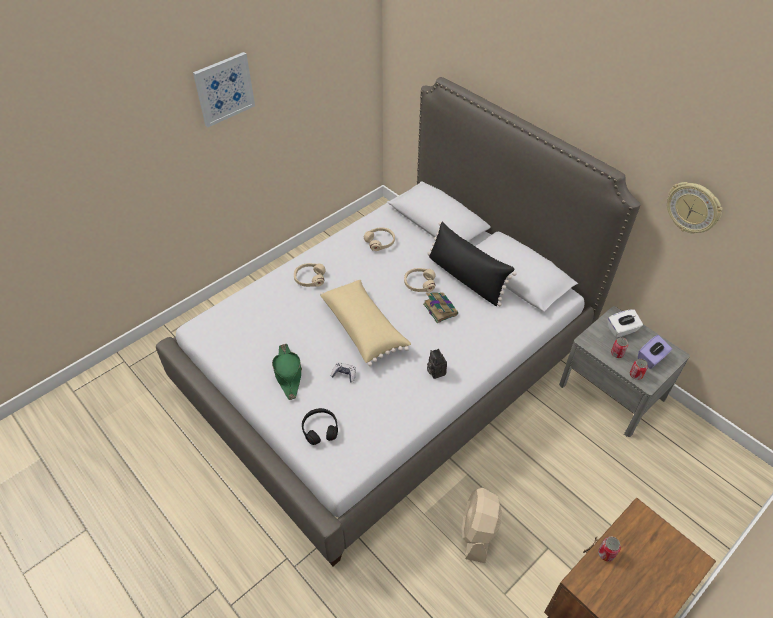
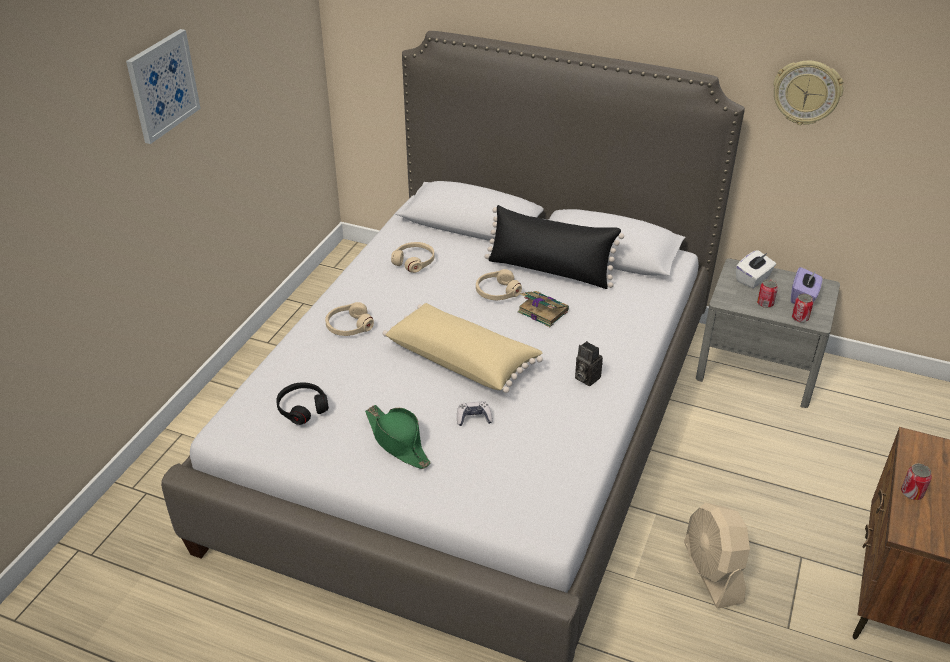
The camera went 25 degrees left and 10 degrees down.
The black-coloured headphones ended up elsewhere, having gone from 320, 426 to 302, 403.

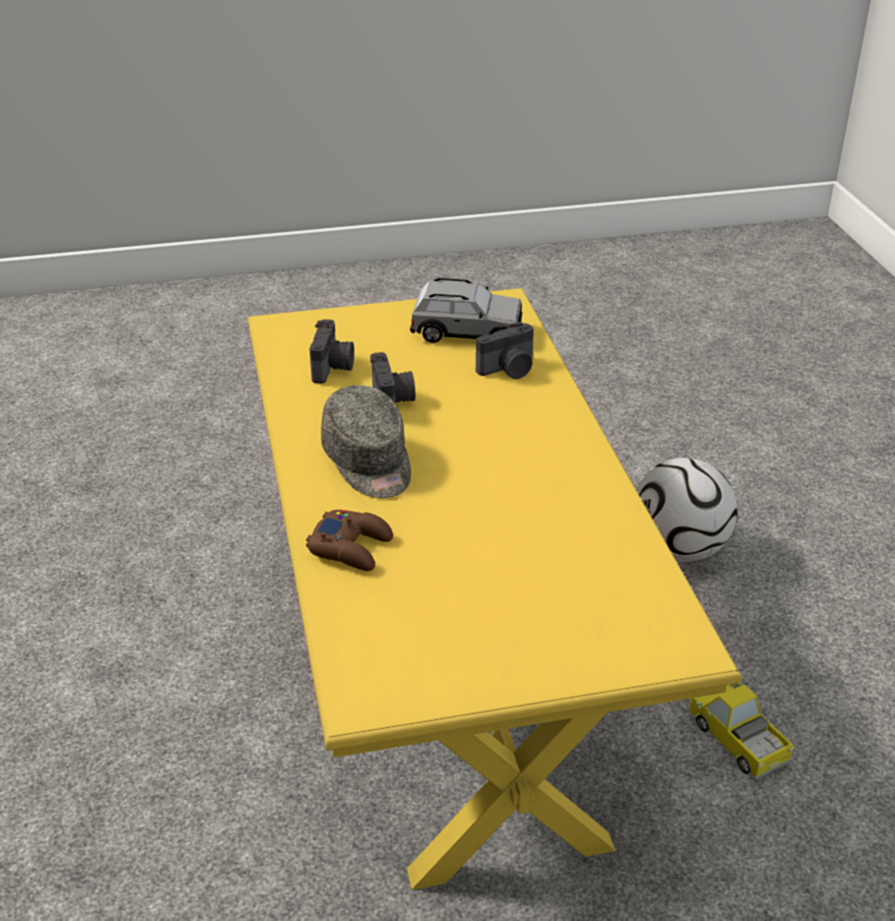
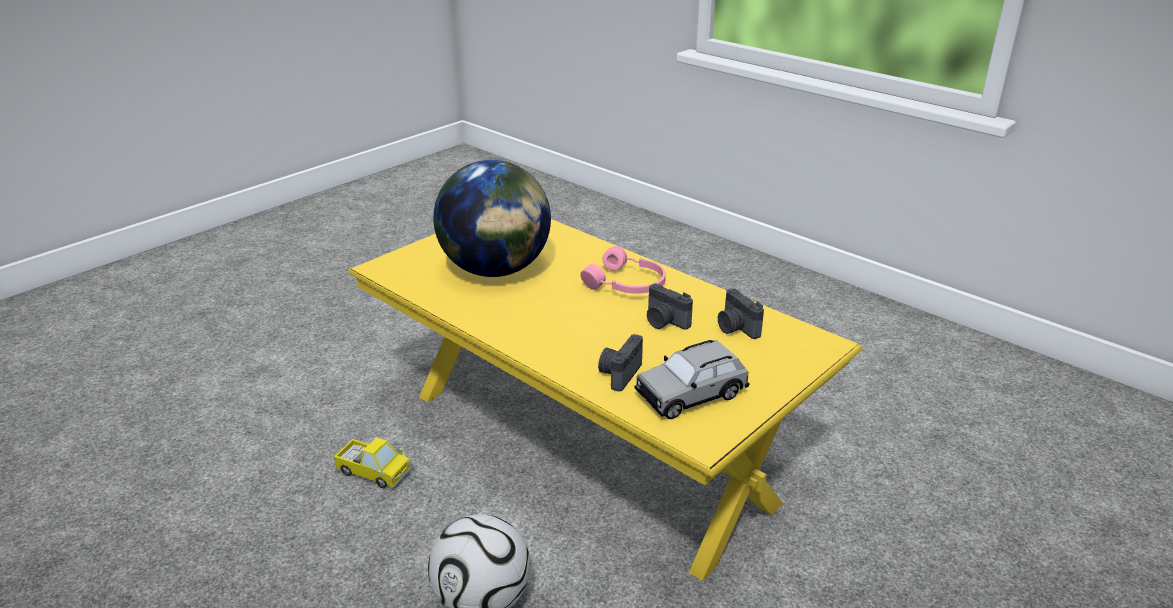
The camera went 145 degrees right and 5 degrees down.
Where the greyish baseball cap stood at 366, 441, the pink headphones came to stand at 623, 270.
The second view lost the brown game controller at 349, 540.
The second view gained the world globe at 492, 218.

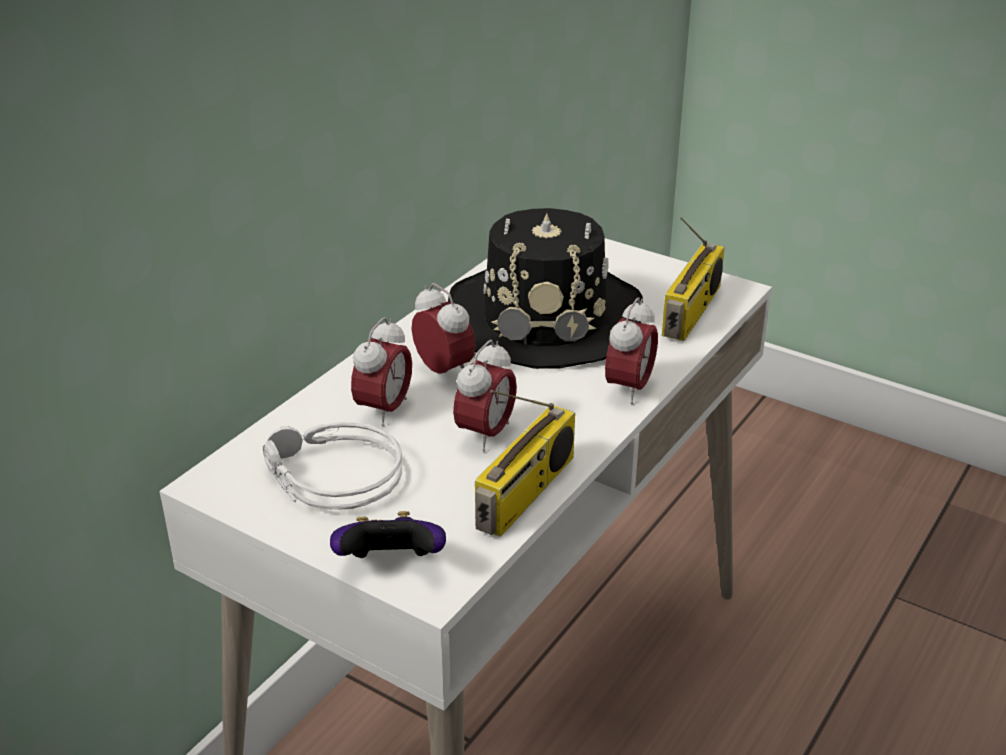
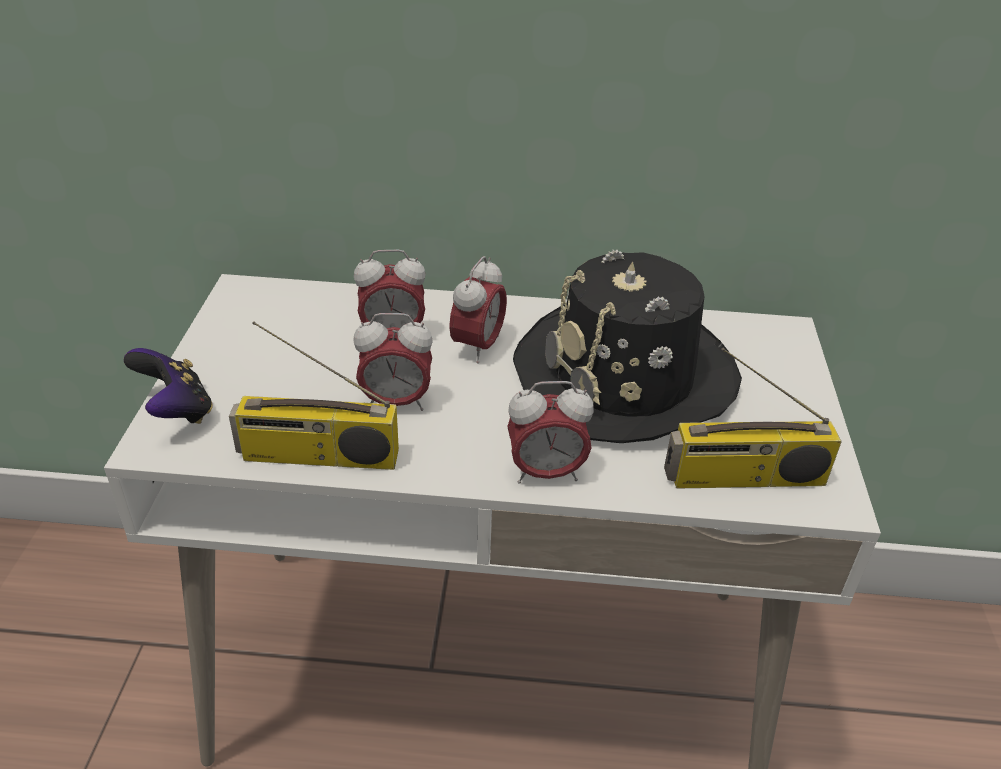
The camera went 60 degrees right and 5 degrees up.
The second view lost the greyish headphones at 332, 466.

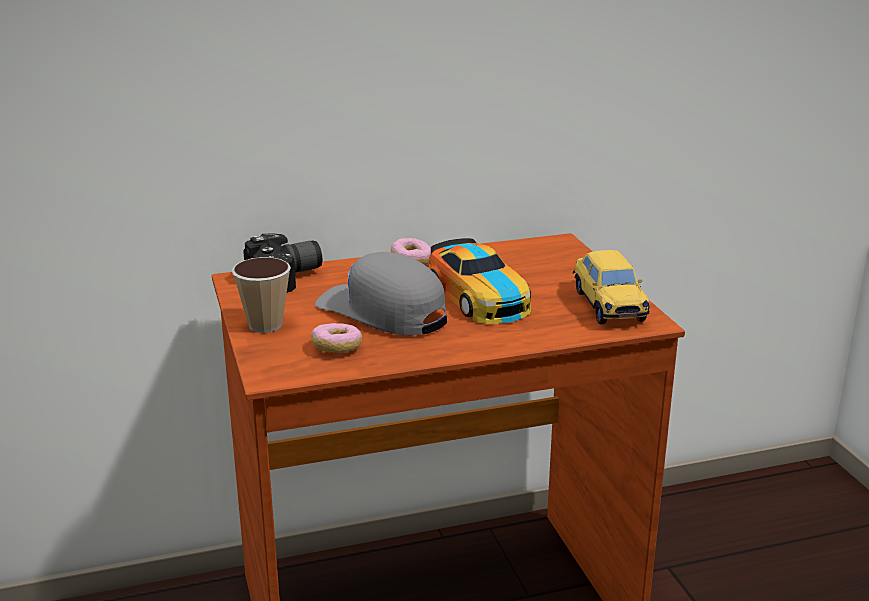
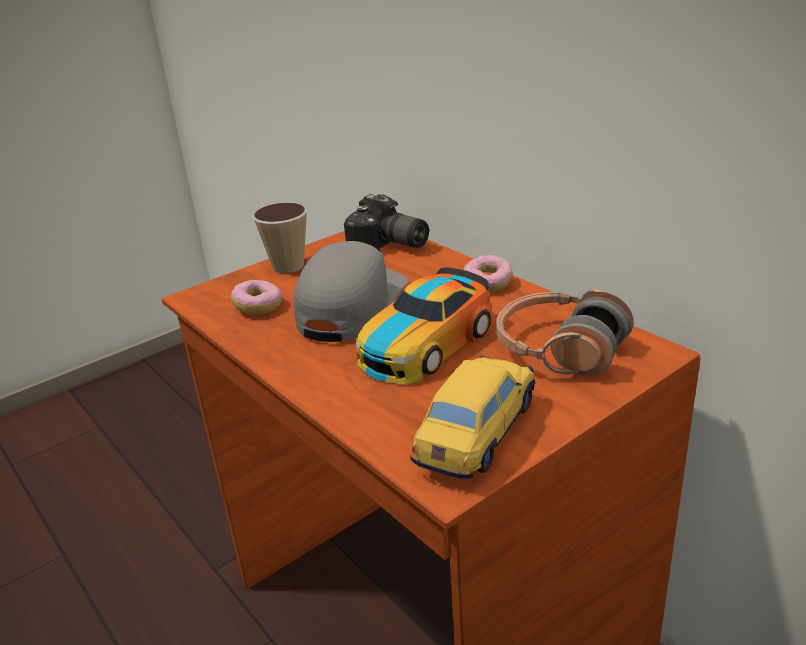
The camera went 70 degrees right and 5 degrees up.
The model car at 611, 287 ended up facing another way, 150 degrees clockwise from before.
The second view gained the headphones at 565, 332.

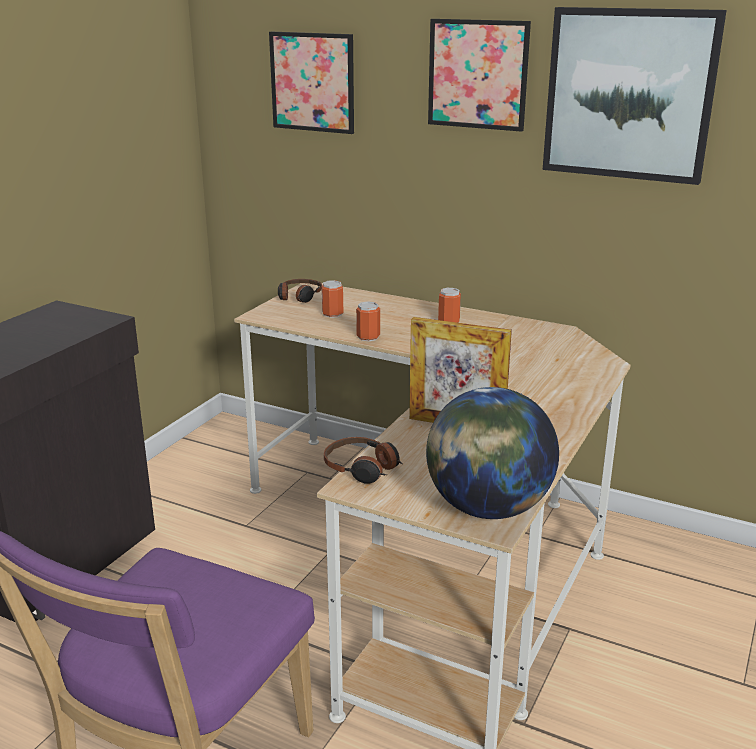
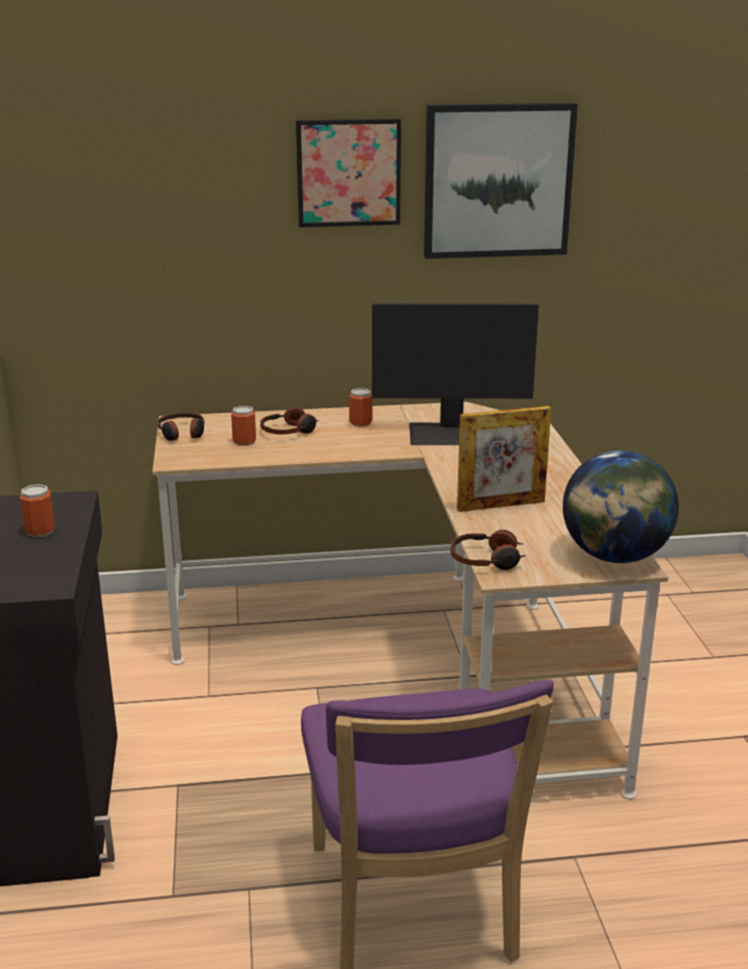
The camera went 35 degrees left and 0 degrees up.
The second view lost the wall picture at 311, 83.
The metal can ended up elsewhere, having gone from 368, 321 to 37, 510.
The second view gained the computer display at 455, 374.
The second view gained the headphones at 289, 420.

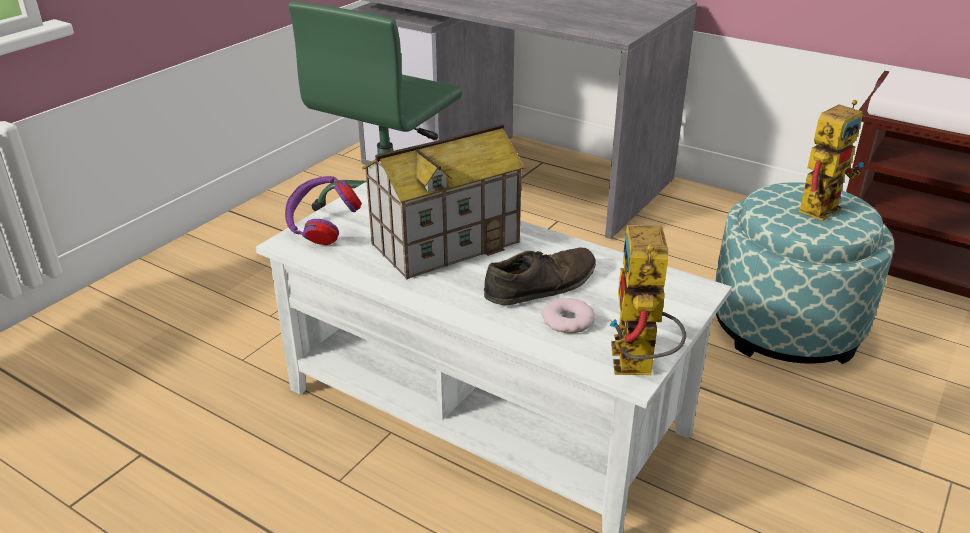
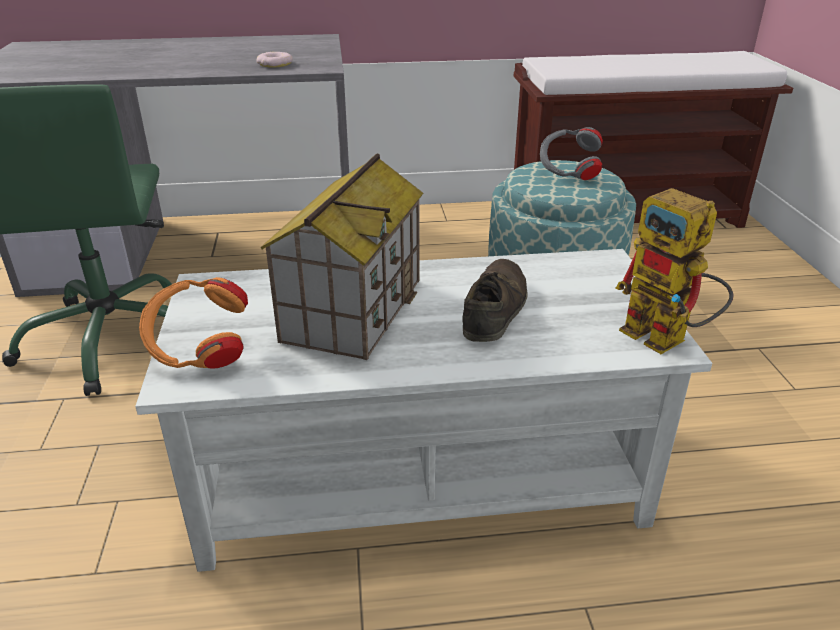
The camera went 40 degrees left and 0 degrees up.
Where the model robot stood at 831, 160, the greyish headphones came to stand at 571, 153.
What was the purple headphones at 323, 210 turned into the orangey headphones at 193, 323.
The doughnut ended up elsewhere, having gone from 568, 315 to 274, 60.

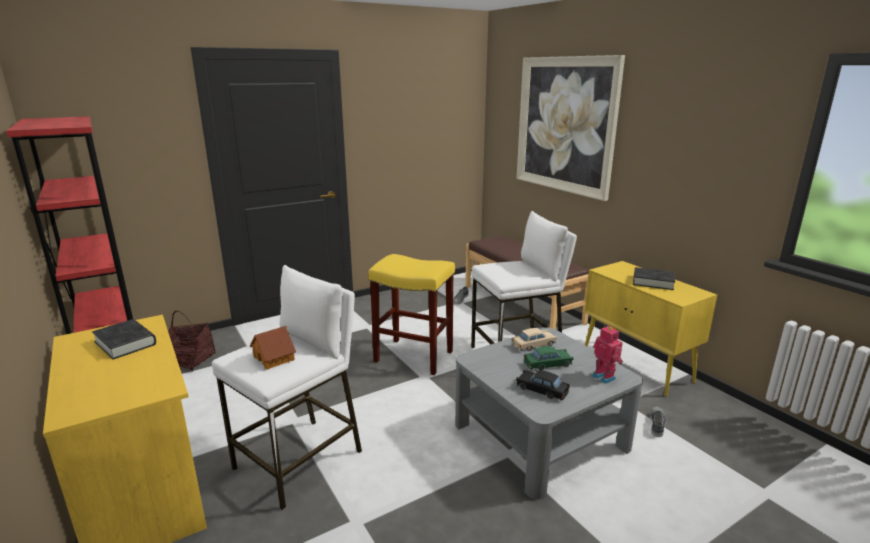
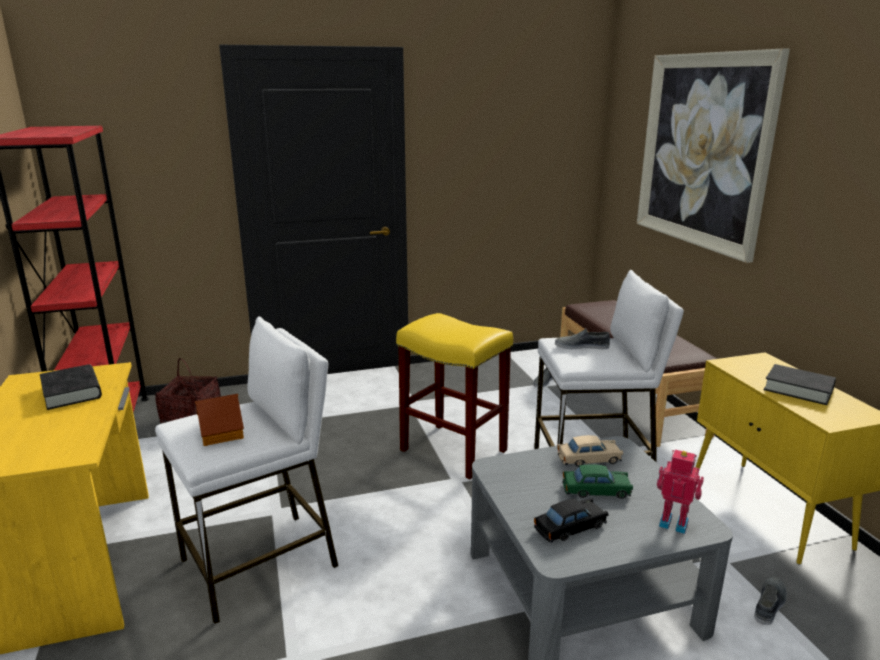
The camera went 15 degrees right and 0 degrees up.
The model robot at 607, 354 ended up facing another way, 45 degrees counterclockwise from before.
The black-coloured model car at 543, 385 ended up facing another way, 105 degrees clockwise from before.
The second view gained the greyish item of footwear at 582, 339.

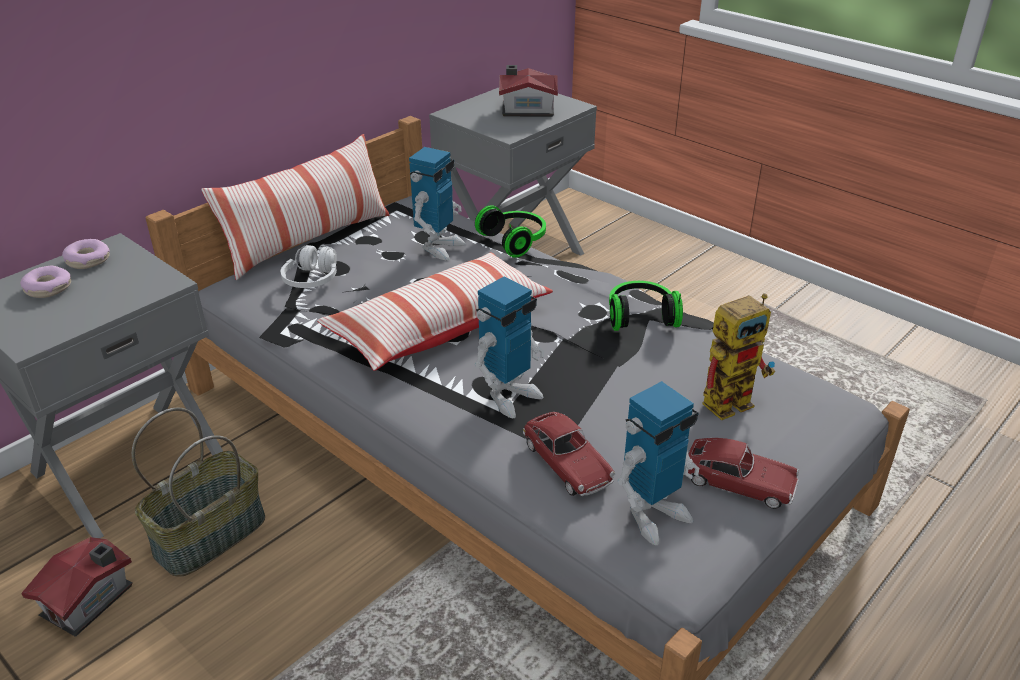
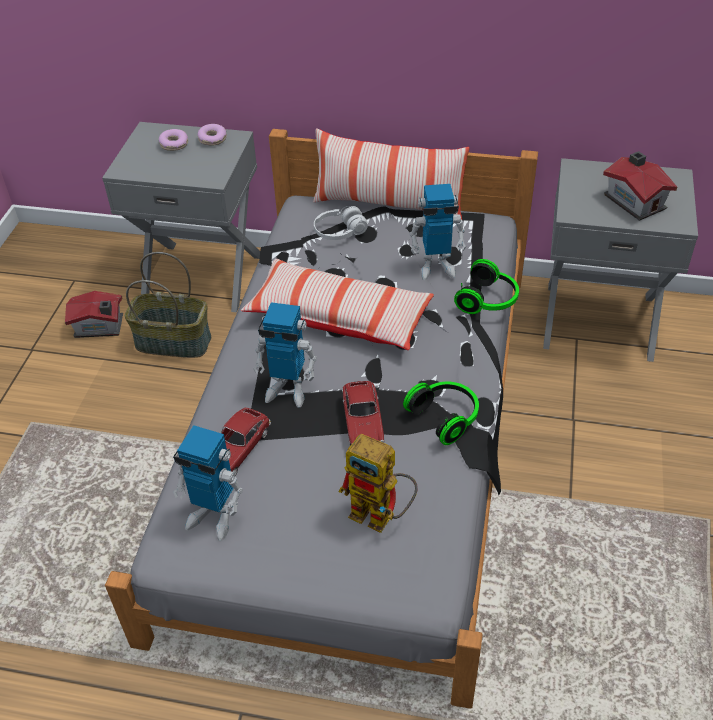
The camera went 60 degrees right and 10 degrees up.
The model car ended up elsewhere, having gone from 743, 473 to 363, 413.

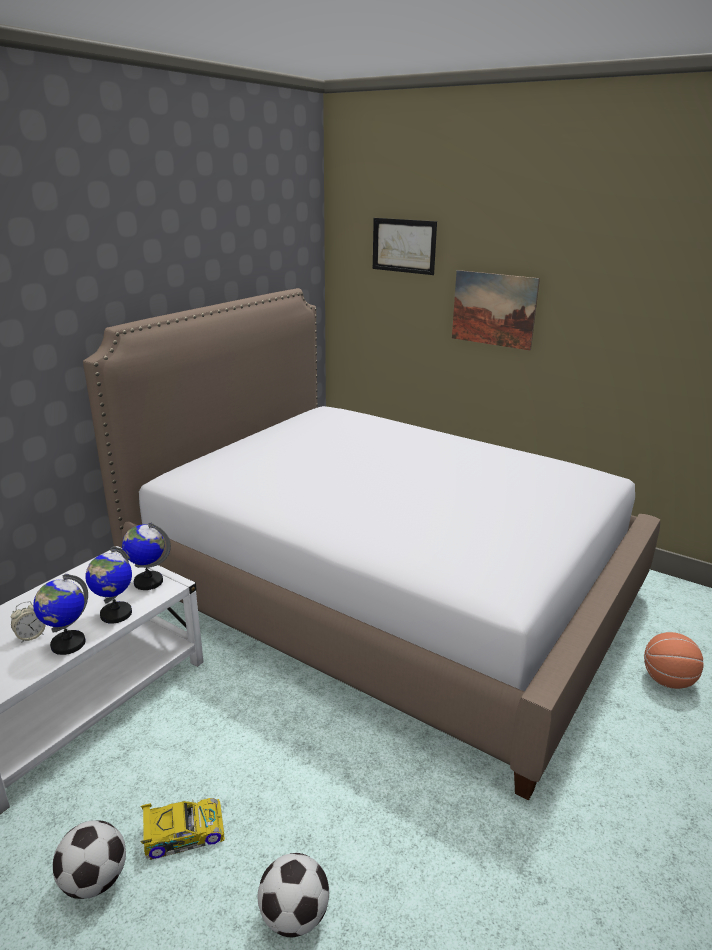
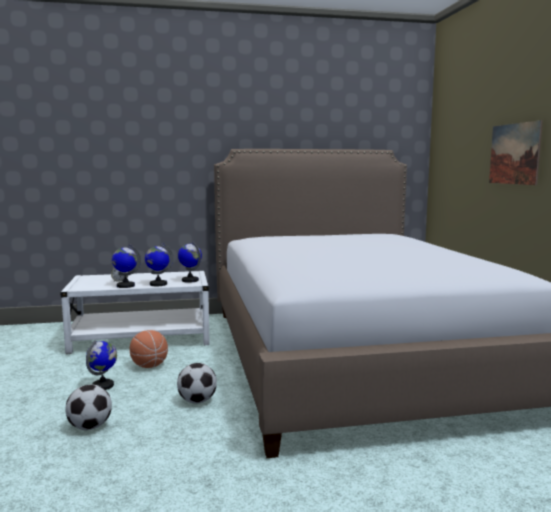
The camera went 45 degrees right and 15 degrees down.
The second view lost the wall picture at 405, 246.
The basketball ball ended up elsewhere, having gone from 674, 660 to 149, 349.
Where the model car stood at 182, 829, the world globe came to stand at 101, 365.
The football ended up elsewhere, having gone from 89, 859 to 197, 383.

